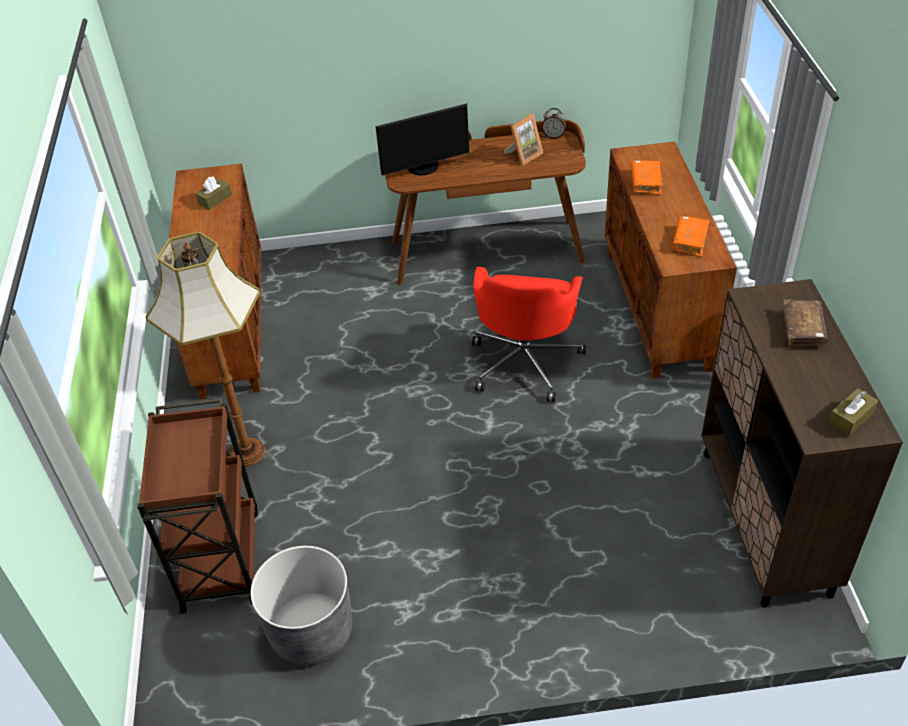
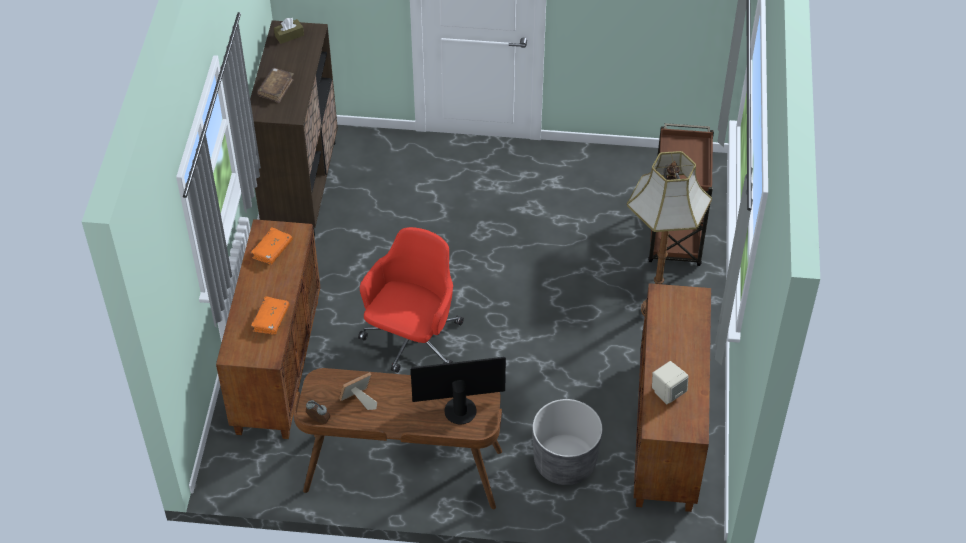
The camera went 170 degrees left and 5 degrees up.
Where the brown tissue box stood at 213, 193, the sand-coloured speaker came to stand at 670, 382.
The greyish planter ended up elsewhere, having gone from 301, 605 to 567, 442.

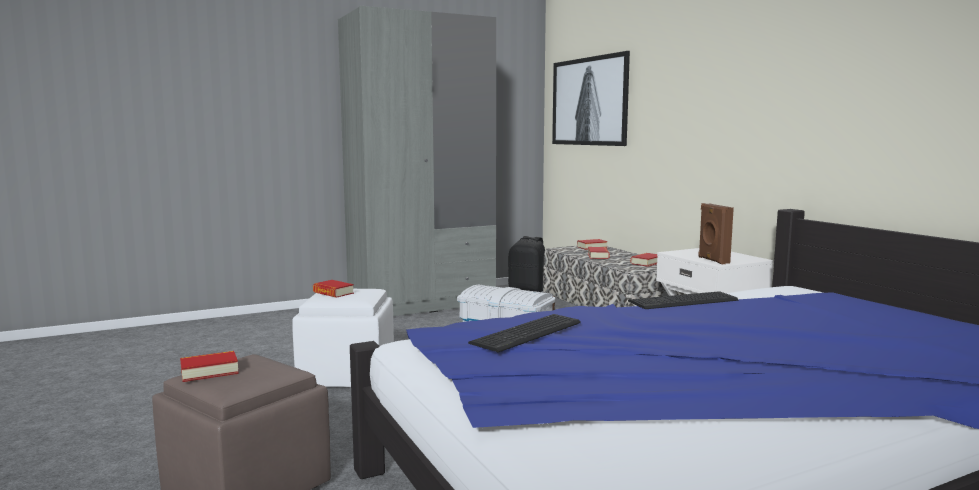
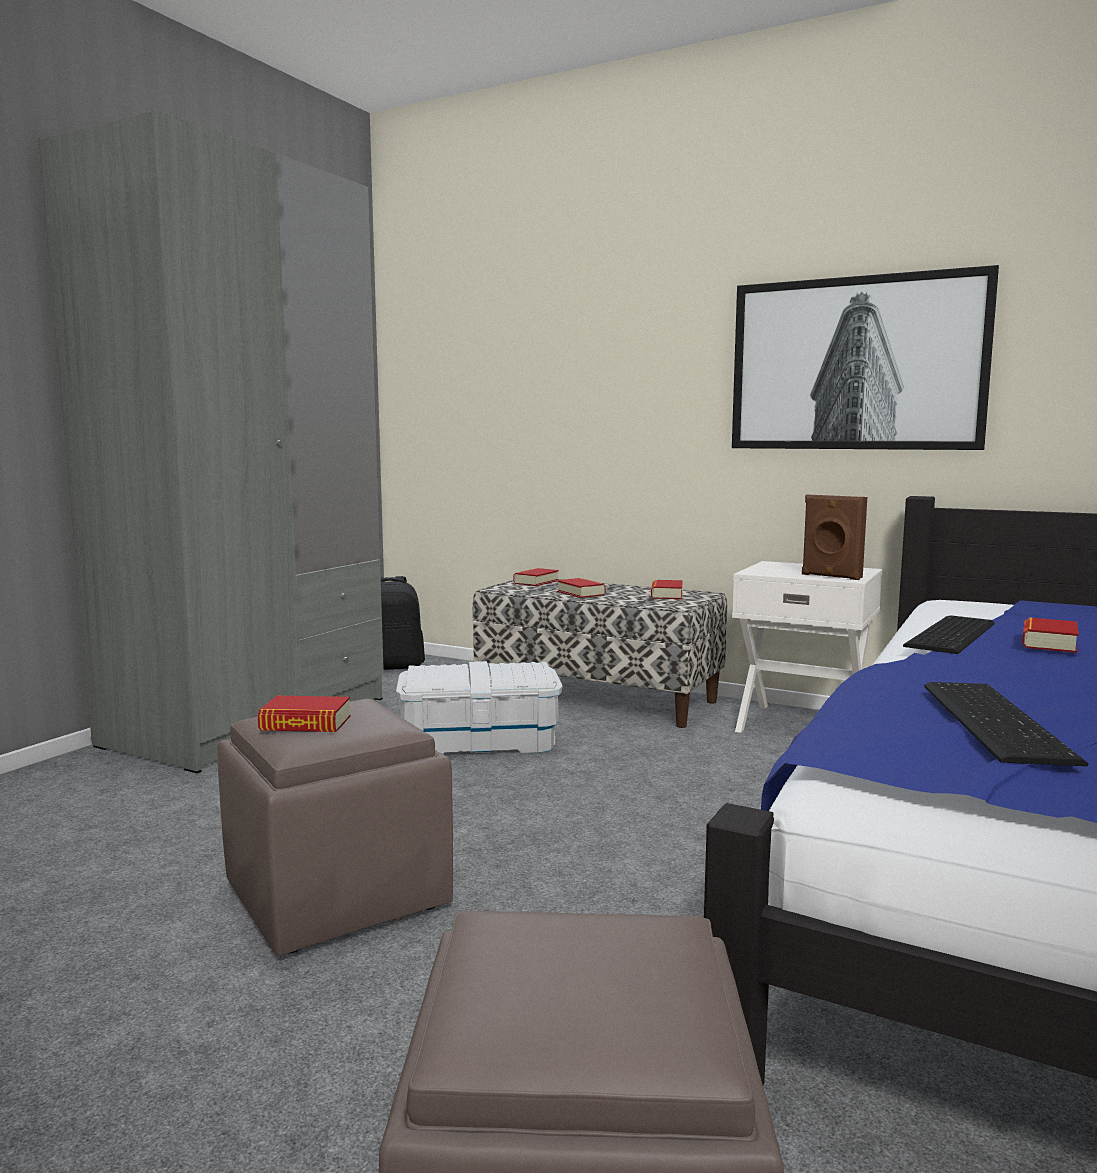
The camera went 35 degrees left and 0 degrees up.
The wall picture ended up elsewhere, having gone from 591, 98 to 865, 357.
What was the whitish pouffe at 343, 338 turned into the brown pouffe at 335, 827.
The book ended up elsewhere, having gone from 209, 366 to 1050, 635.

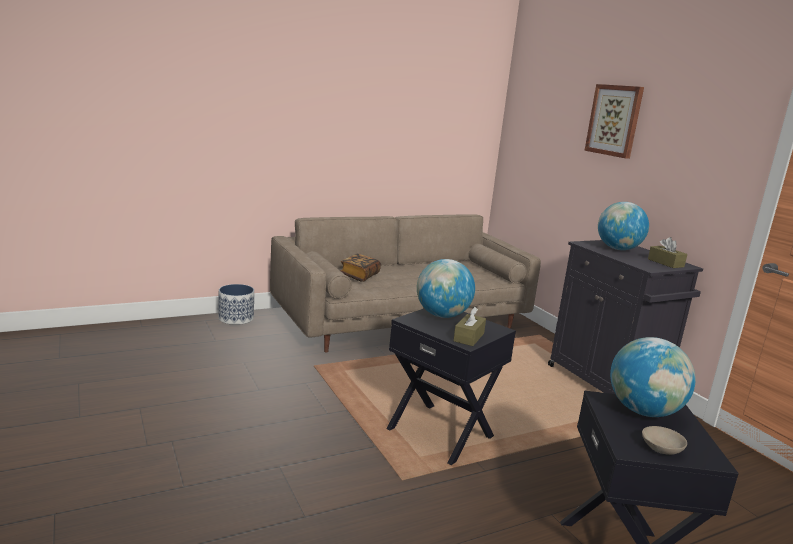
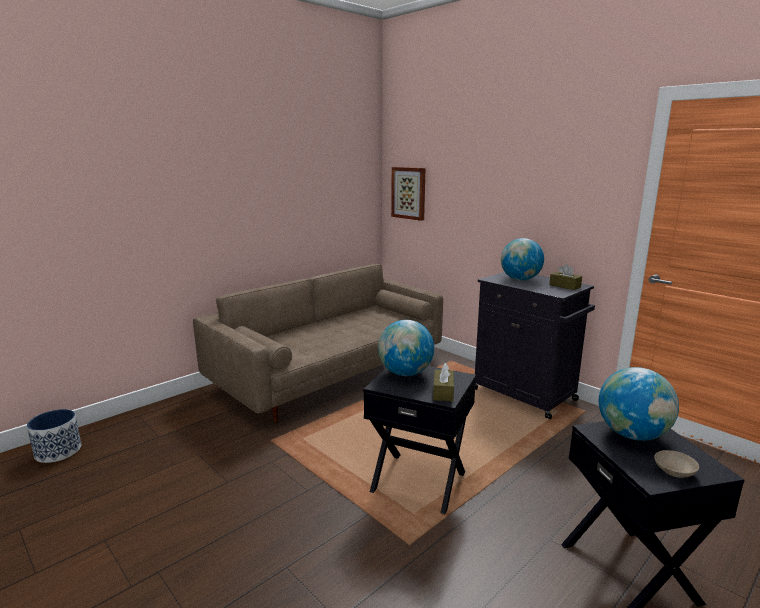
The camera went 15 degrees left and 0 degrees up.
The wall picture ended up elsewhere, having gone from 614, 121 to 408, 194.
The second view lost the book at 360, 268.
The planter ended up elsewhere, having gone from 236, 304 to 54, 436.

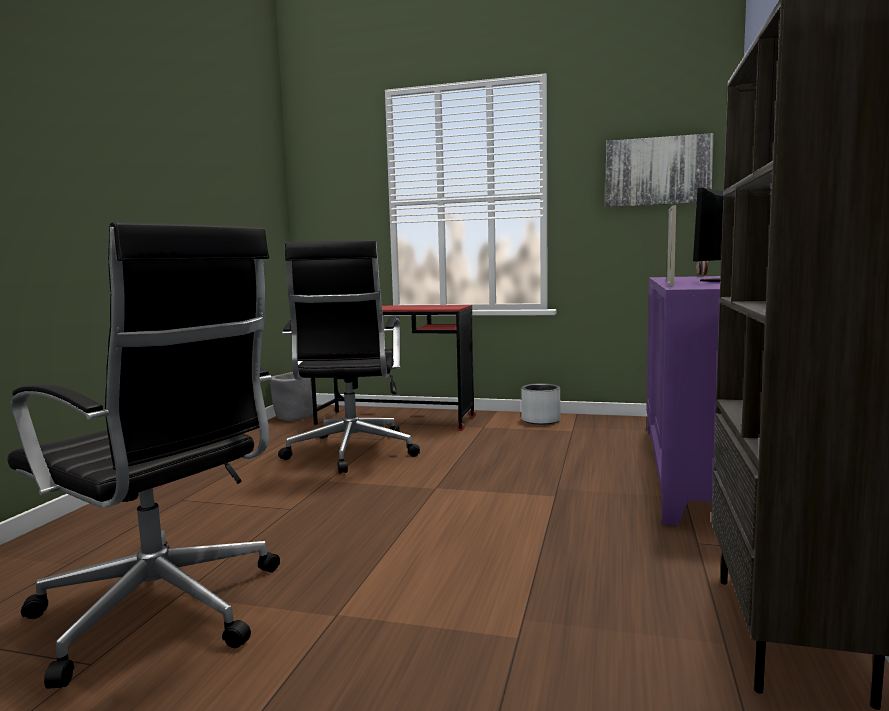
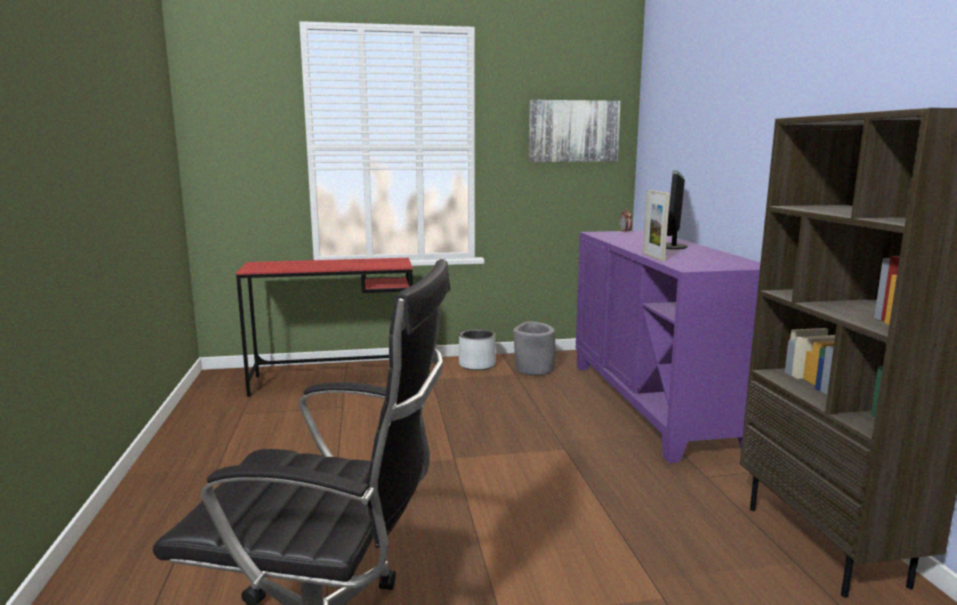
The camera went 25 degrees left and 5 degrees up.
The second view lost the black-coloured desk chair at 349, 357.
The greyish planter ended up elsewhere, having gone from 291, 396 to 534, 348.

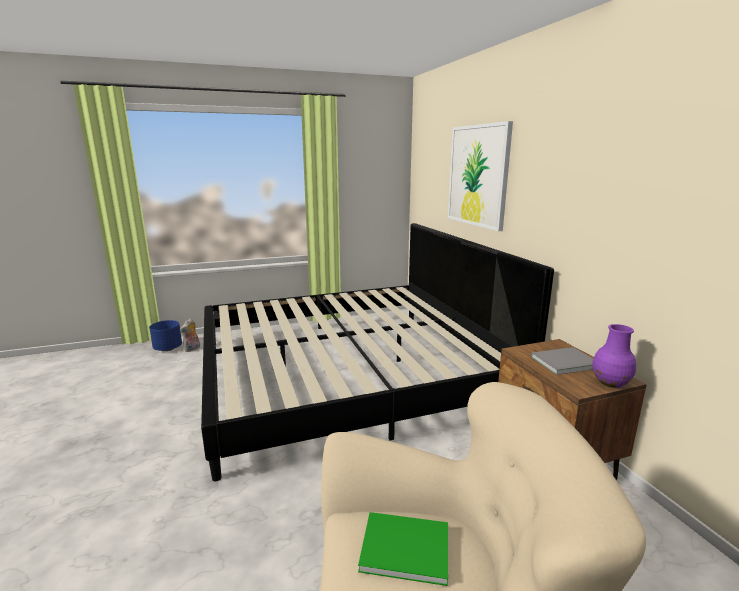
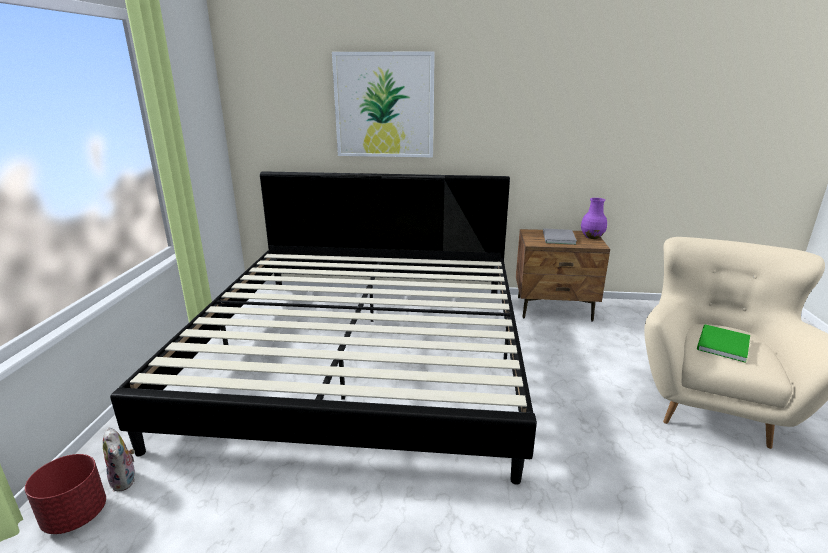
The camera went 65 degrees left and 5 degrees up.
What was the bluish planter at 165, 335 turned into the reddish planter at 65, 494.

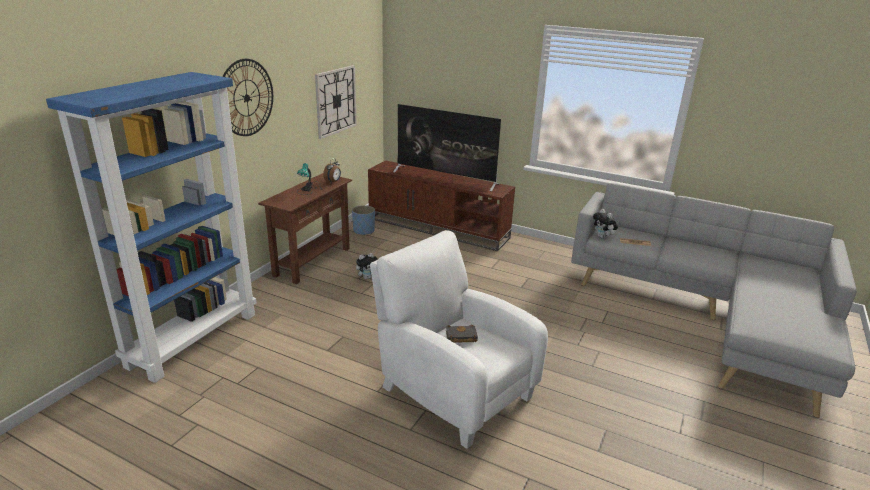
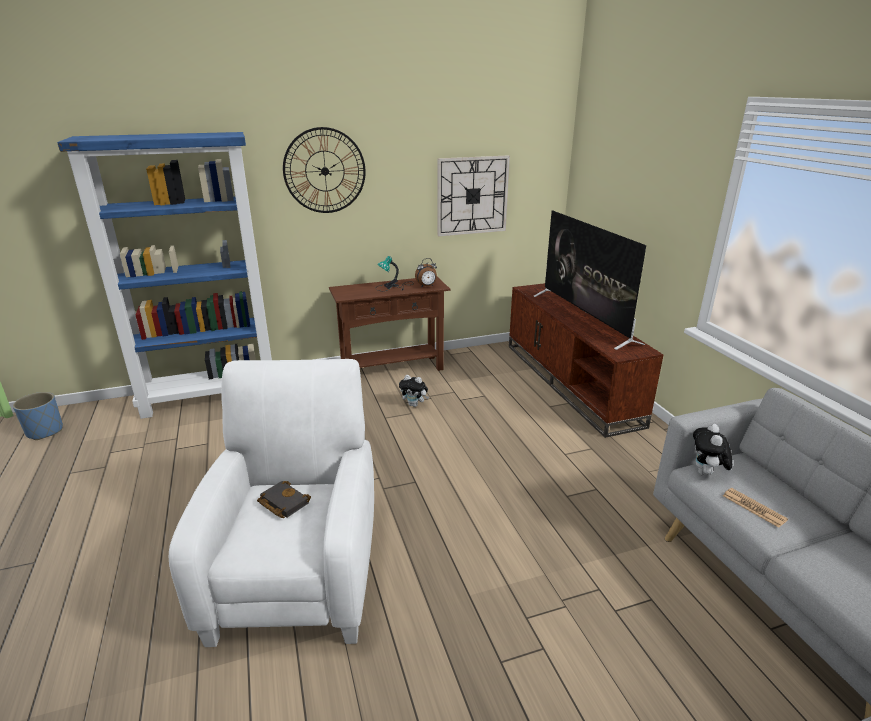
The camera went 45 degrees right and 0 degrees up.
The bluish planter ended up elsewhere, having gone from 363, 220 to 38, 416.

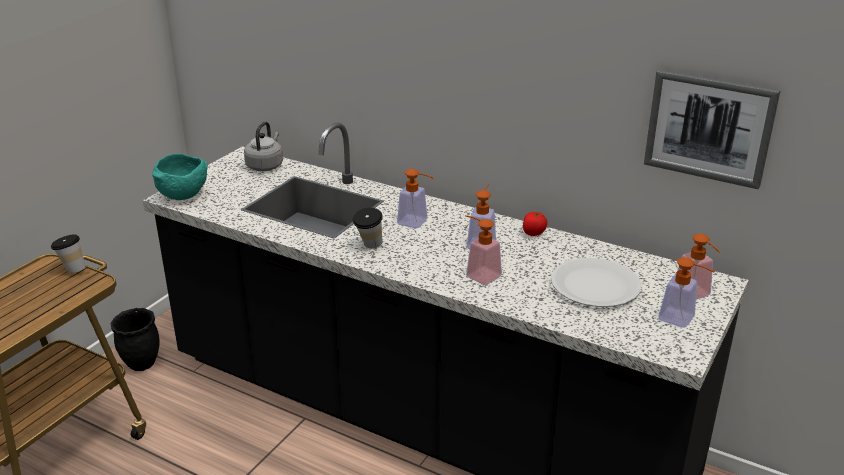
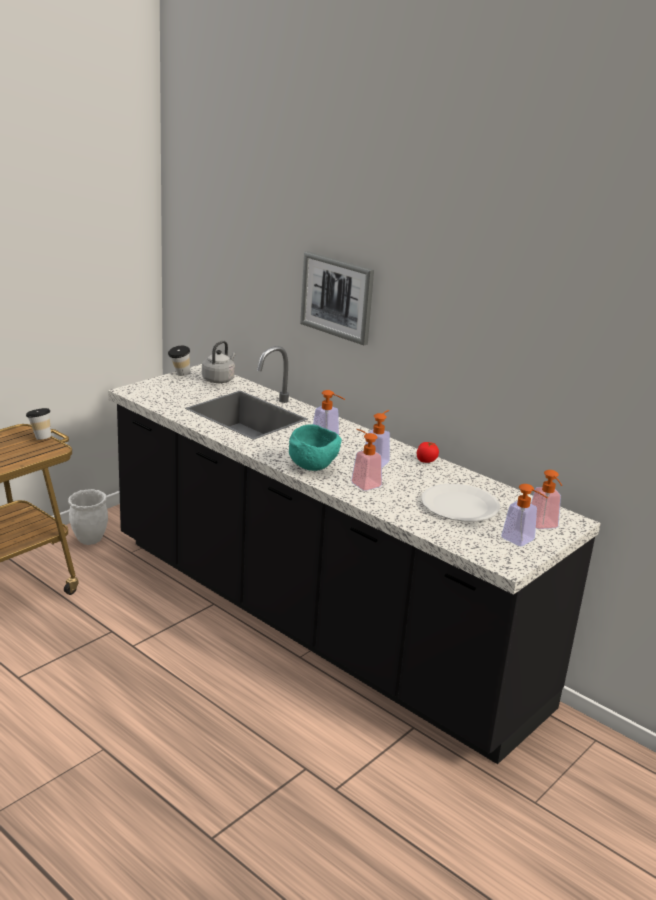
The camera went 10 degrees right and 5 degrees down.
The wall picture ended up elsewhere, having gone from 712, 129 to 337, 298.
The turquoise-coloured serving bowl ended up elsewhere, having gone from 180, 176 to 315, 448.
The drinking cup ended up elsewhere, having gone from 368, 228 to 179, 361.
What was the black-coloured planter at 135, 339 turned into the whitish planter at 88, 517.

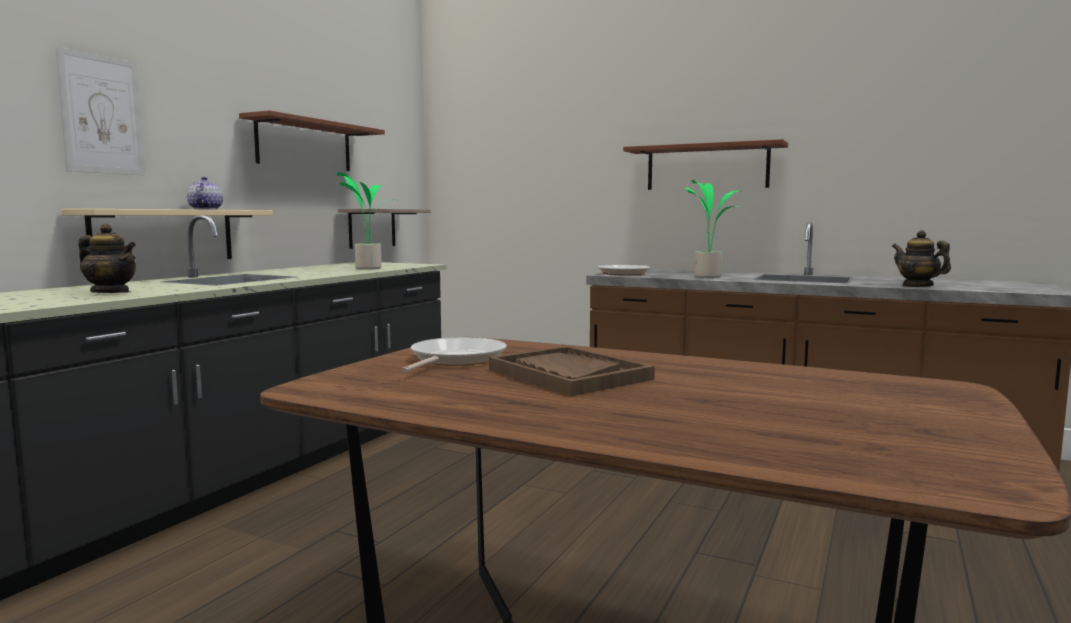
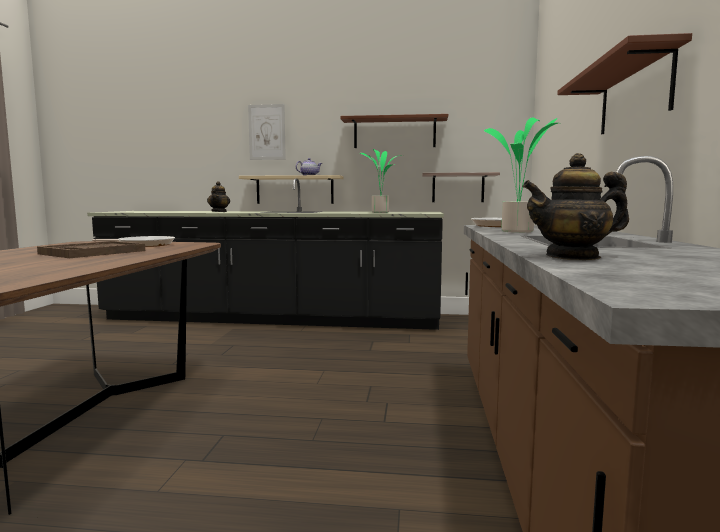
The camera went 70 degrees right and 0 degrees up.
The tea pot at 921, 258 ended up facing another way, 135 degrees counterclockwise from before.

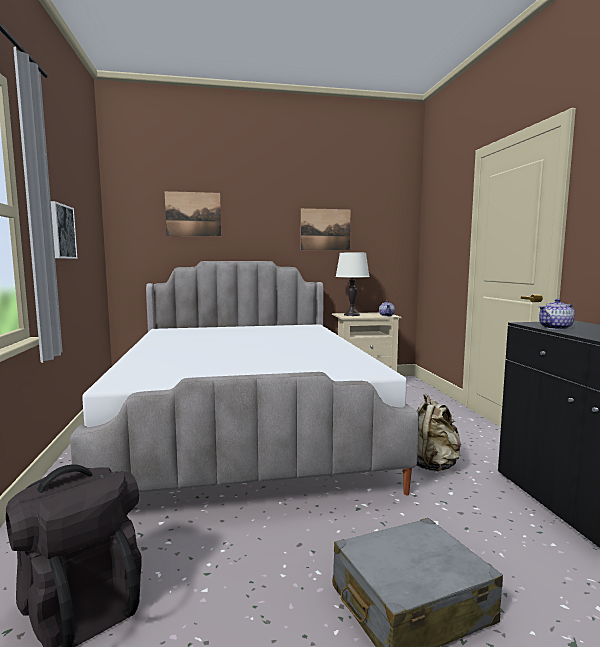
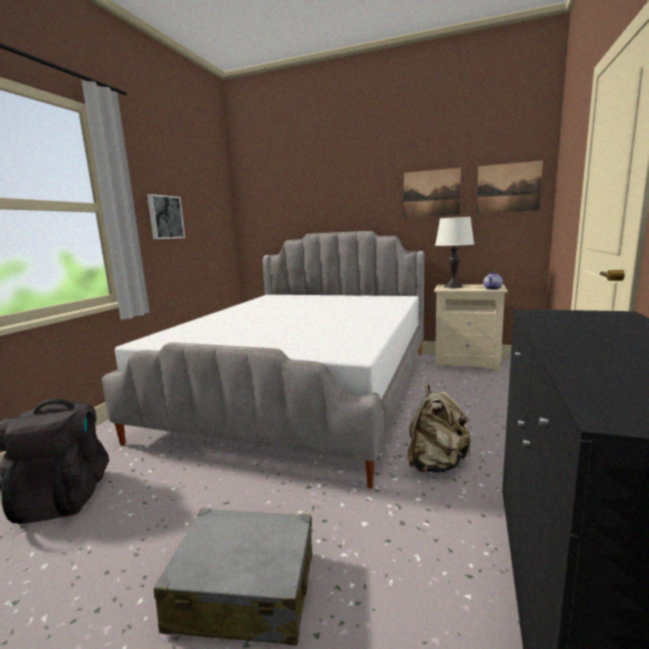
The camera went 30 degrees right and 5 degrees up.
The wall picture ended up elsewhere, having gone from 193, 214 to 509, 187.
The second view lost the tea pot at 557, 314.

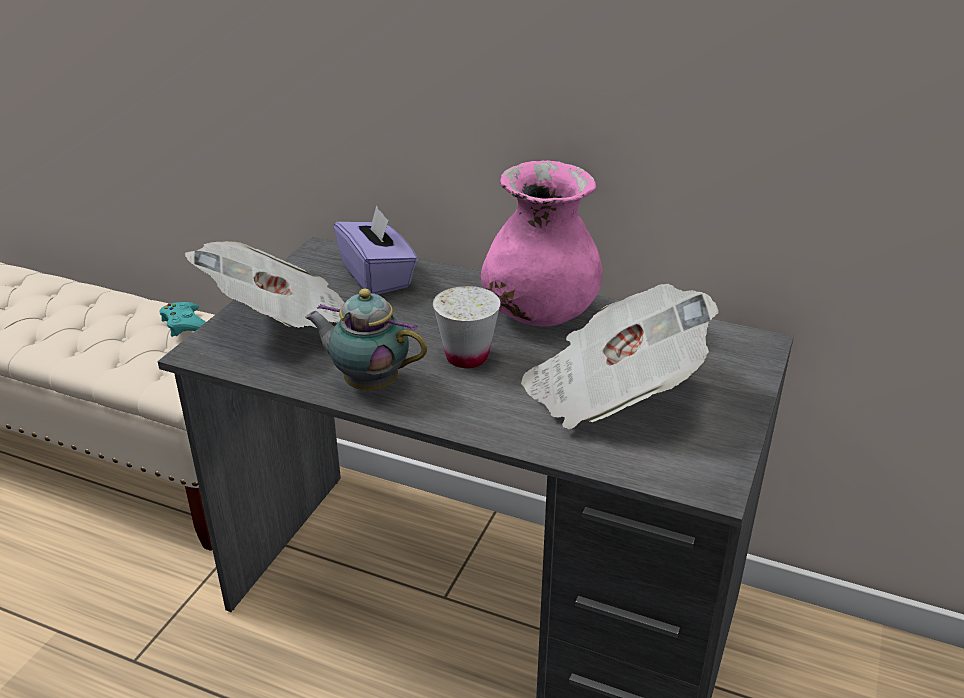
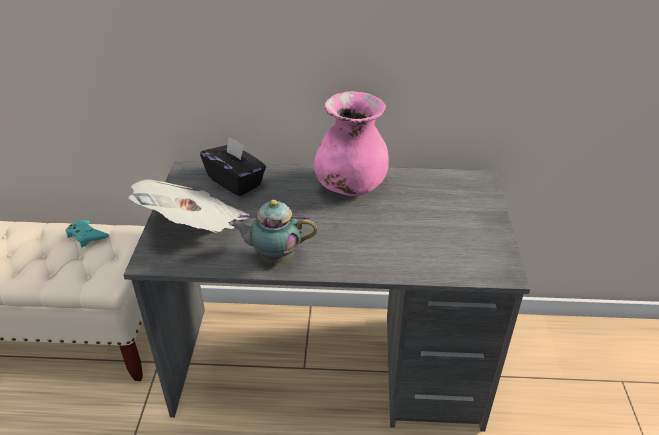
The camera went 20 degrees left and 5 degrees up.
What was the purple tissue box at 376, 250 turned into the black-coloured tissue box at 233, 166.
The second view lost the daily paper at 620, 356.
The second view lost the whitish drinking cup at 466, 327.

